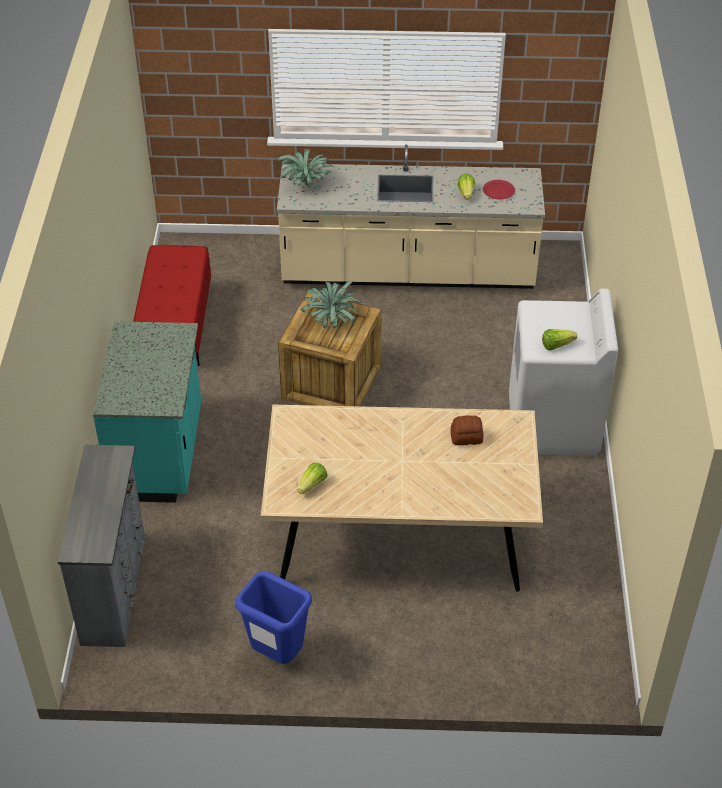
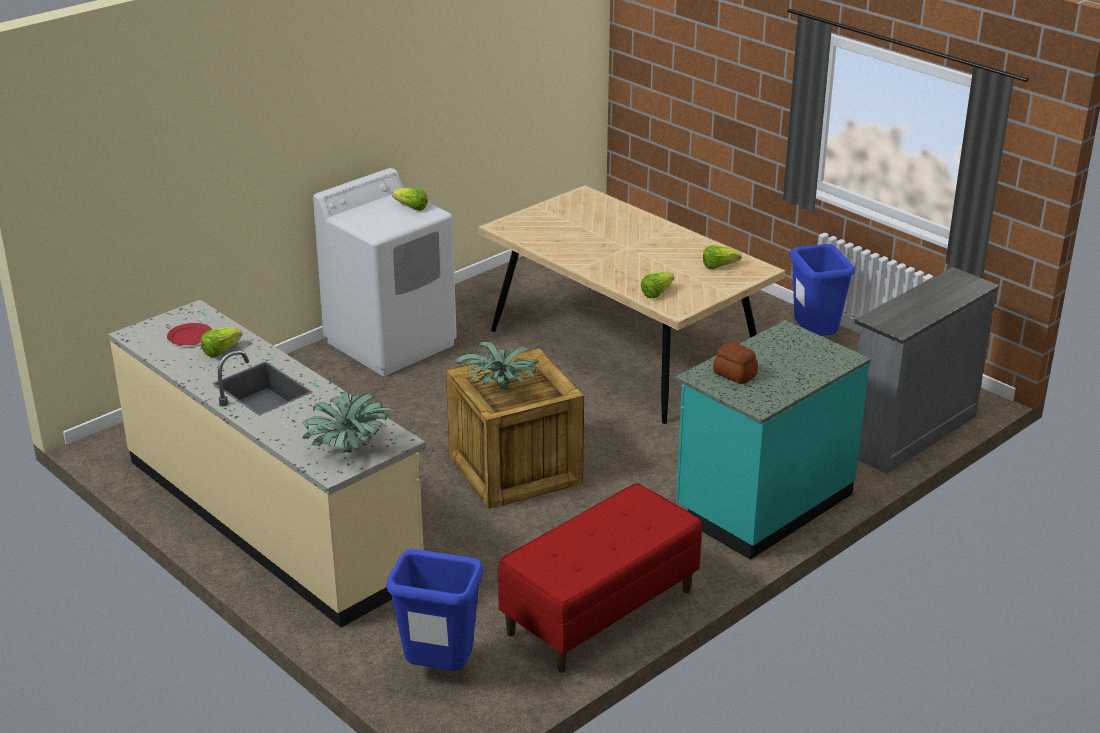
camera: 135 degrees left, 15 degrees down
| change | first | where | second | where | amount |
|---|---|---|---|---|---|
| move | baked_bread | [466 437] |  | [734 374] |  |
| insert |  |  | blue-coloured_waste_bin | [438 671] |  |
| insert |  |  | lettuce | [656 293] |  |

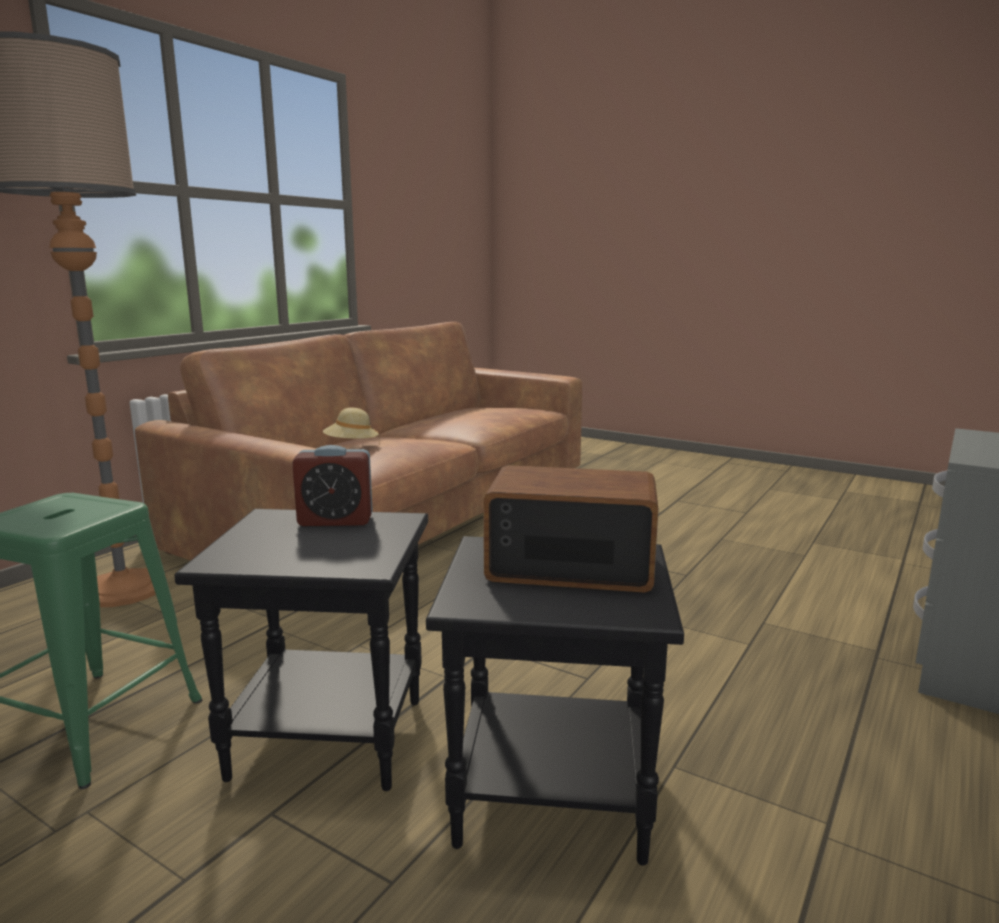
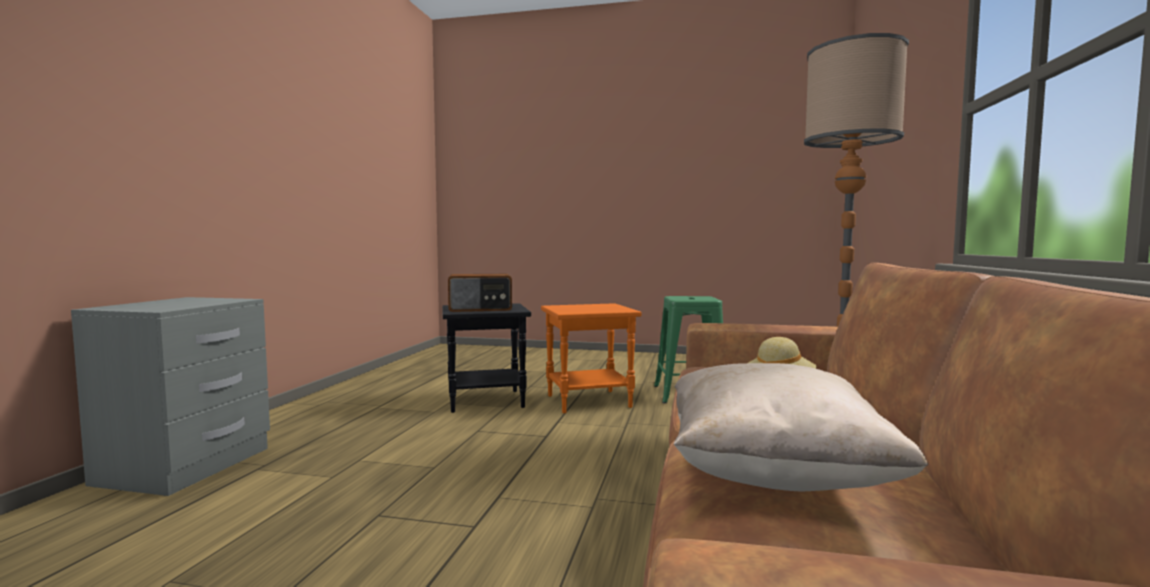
camera: 160 degrees right, 10 degrees down
| change | first | where | second | where | amount |
|---|---|---|---|---|---|
| recolor | black-coloured_side_table | [331 736] | orange-coloured_side_table | [588 402] |  |
| delete | table_clock | [335 520] |  |  |  |
| insert |  |  | beige_cushion | [774 474] |  |

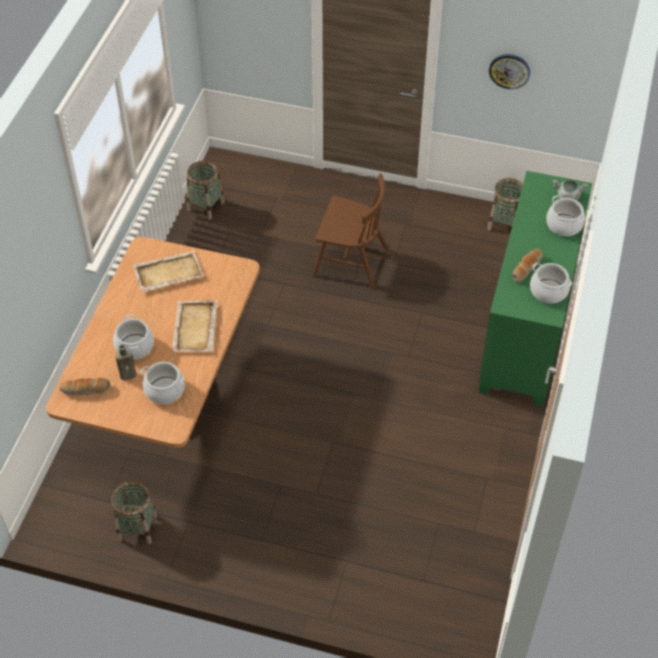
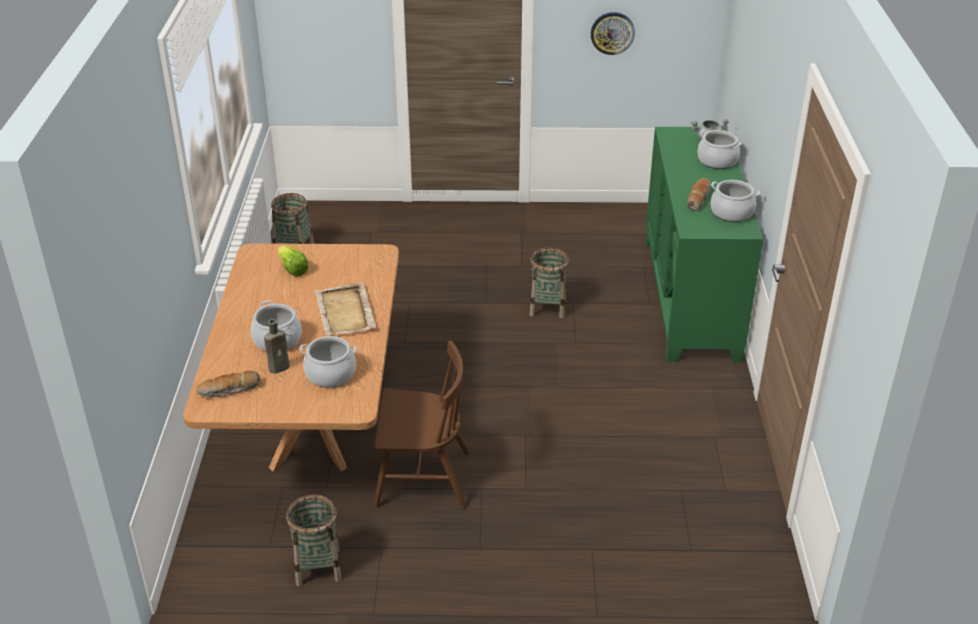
camera: 15 degrees left, 15 degrees down
| change | first | where | second | where | amount |
|---|---|---|---|---|---|
| replace | beige_carrying_tray | [167 273] | lettuce | [292 269] |  |
| move | brownish_chair | [350 262] |  | [422 479] |  |
| move | basket | [504 223] |  | [547 307] |  |

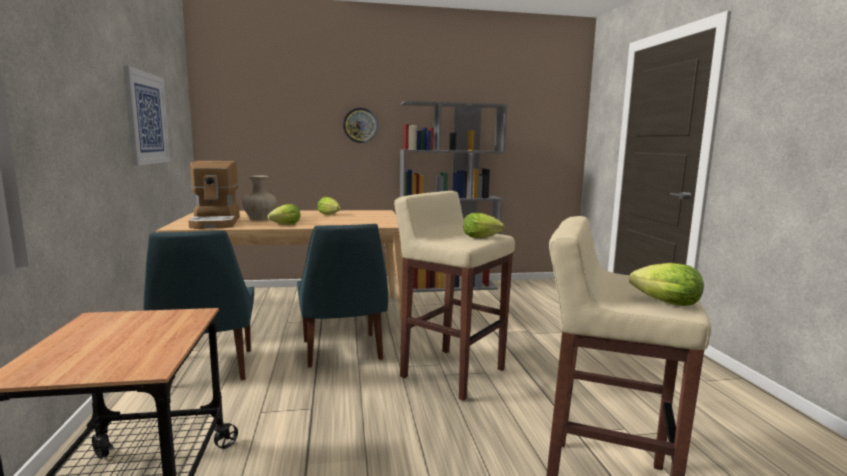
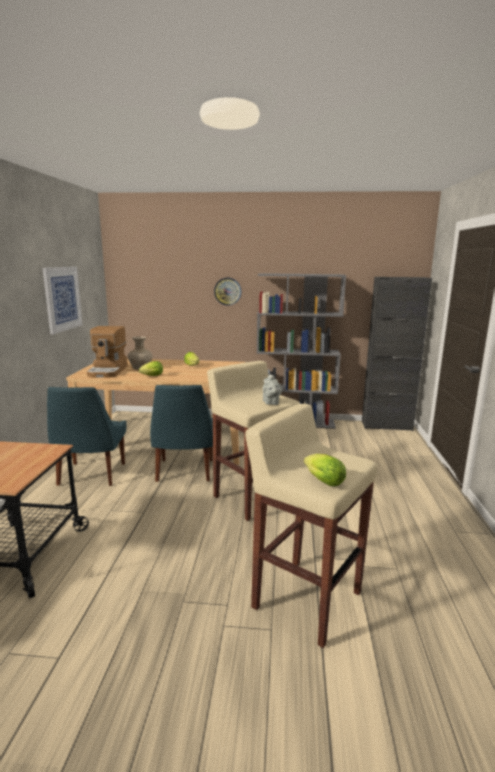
camera: 15 degrees right, 5 degrees up
| change | first | where | second | where | amount |
|---|---|---|---|---|---|
| replace | lettuce | [483 238] | greyish_pot_for_tea | [271 403] |  |
| insert |  |  | black-coloured_cabinet | [386 426] |  |

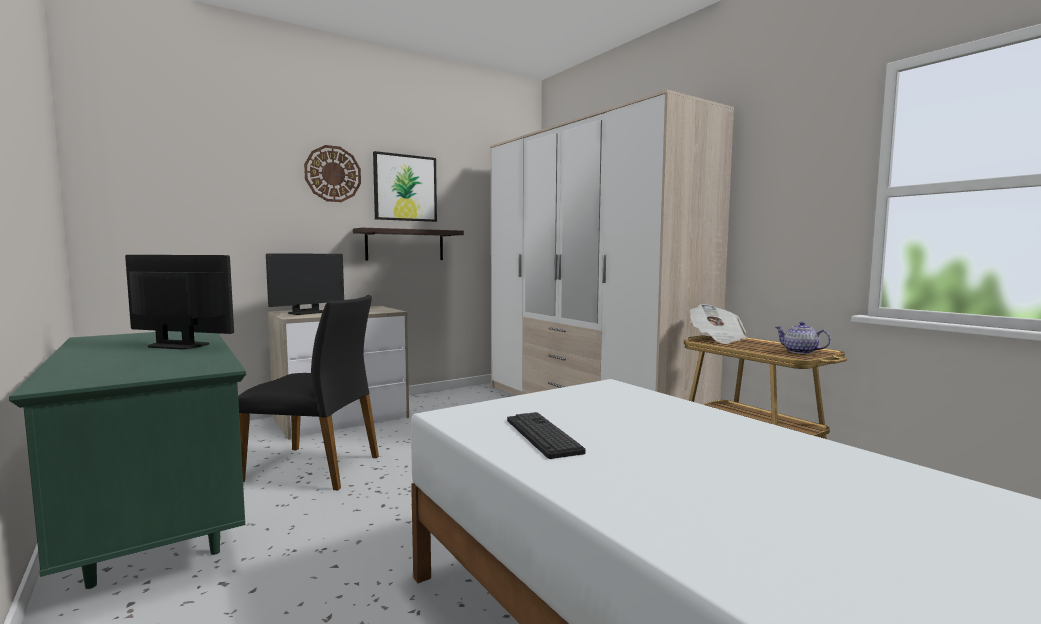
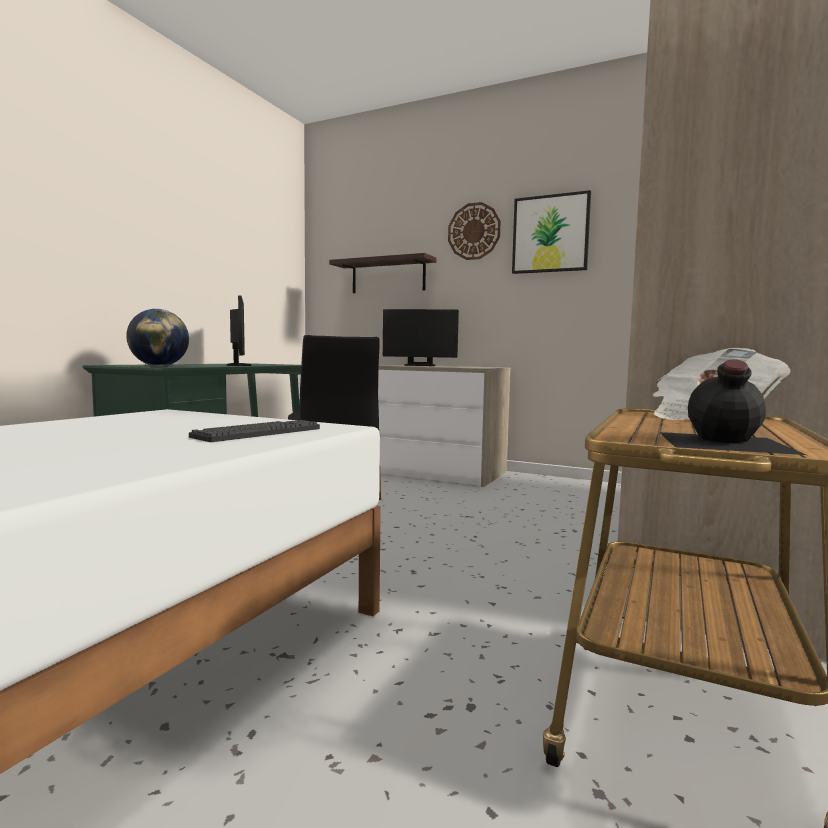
camera: 60 degrees right, 0 degrees up
| change | first | where | second | where | amount |
|---|---|---|---|---|---|
| move | shelf | [405 245] |  | [388 276] |  |
| move | computer_keyboard | [542 435] |  | [258 432] |  |
| replace | pot_for_tea | [800 352] | black-coloured_beverage_bottle | [722 442] |  |
| insert |  |  | globe | [159 366] |  |

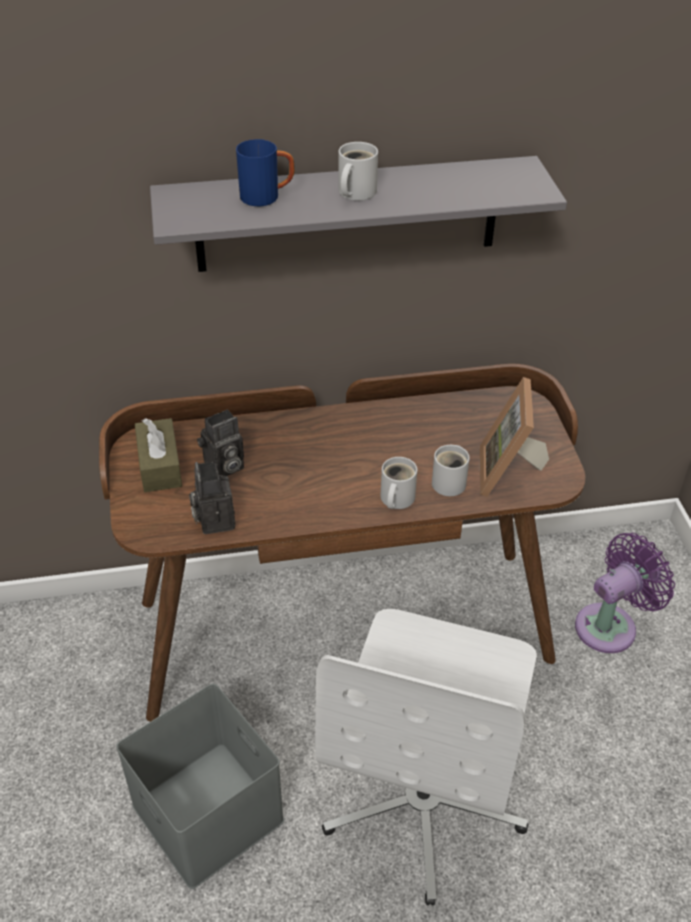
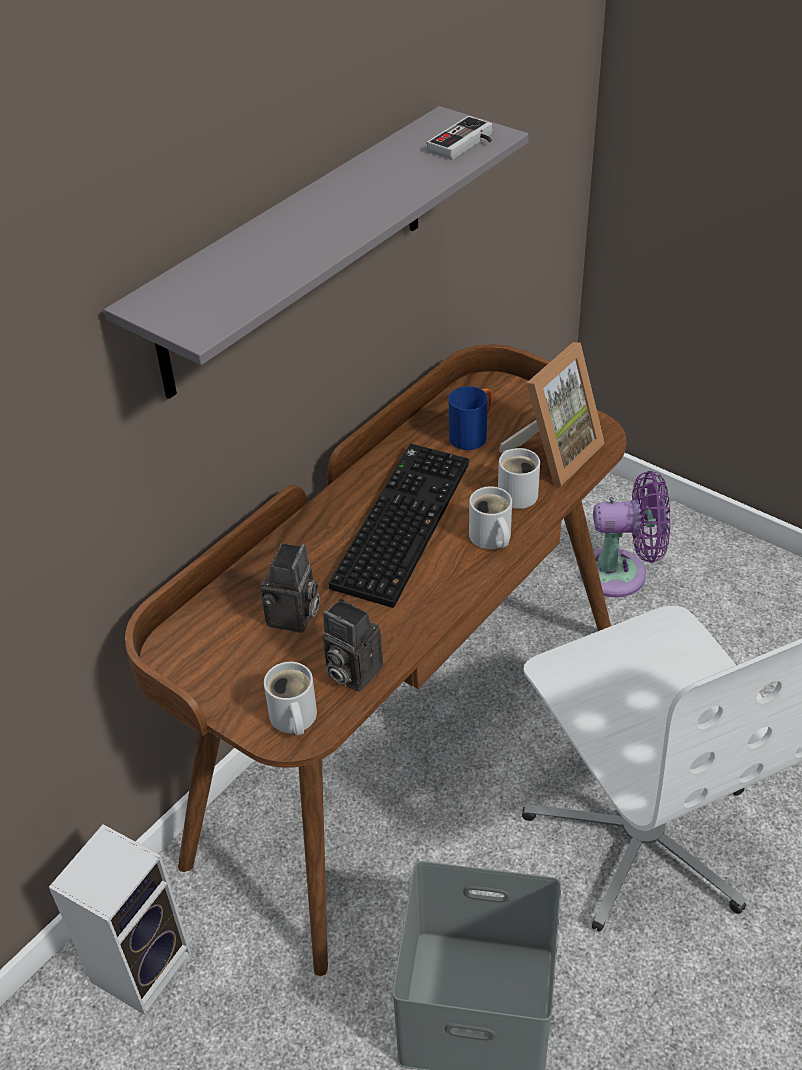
camera: 40 degrees left, 0 degrees up
| change | first | where | second | where | amount |
|---|---|---|---|---|---|
| delete | brownish_tissue_holder | [160 465] |  |  |  |
| move | blue-coloured_tea_mug | [267 197] |  | [472 435] |  |
| move | white_tea_mug | [354 192] |  | [292 719] |  |
| rotate | photo_frame | [509 473] |  | [553 453] | 105 degrees counterclockwise |
| rotate | purple-coloured_fan | [610 625] |  | [621 573] | 75 degrees clockwise |
| insert |  |  | loudspeaker | [142 963] |  |
| insert |  |  | computer_keyboard | [399 522] |  |
| insert |  |  | gamepad | [466 144] |  |

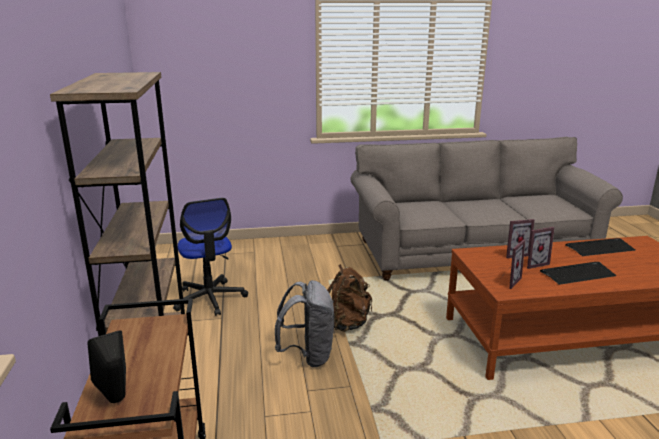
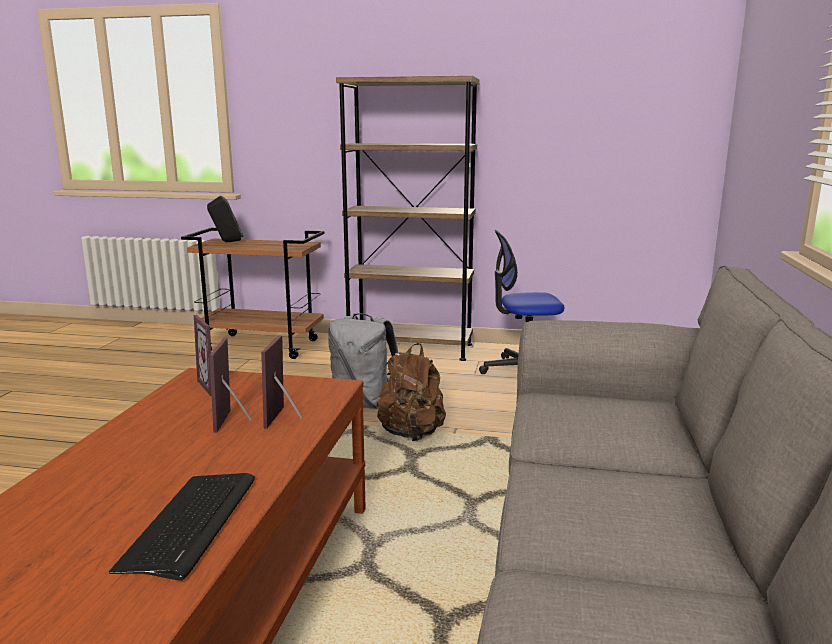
camera: 110 degrees right, 5 degrees down
| change | first | where | second | where | amount |
|---|---|---|---|---|---|
| delete | computer_keyboard | [577 274] |  |  |  |

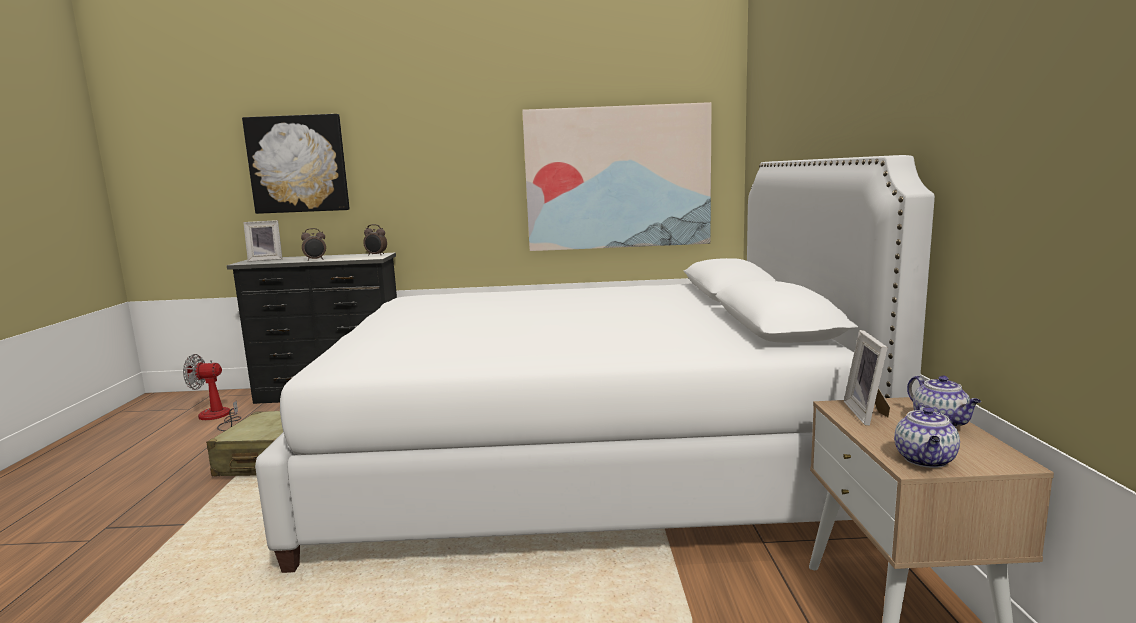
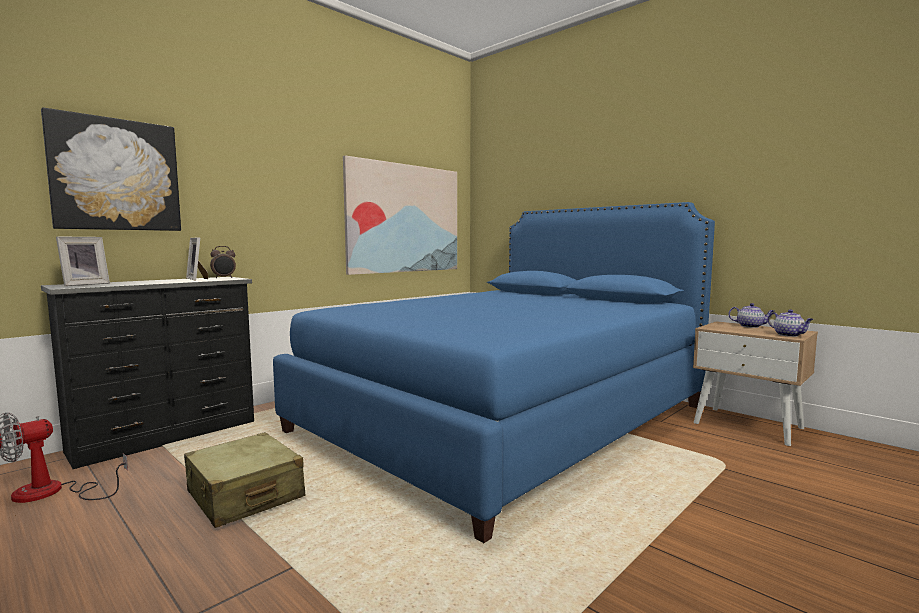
camera: 45 degrees left, 5 degrees down
| change | first | where | second | where | amount |
|---|---|---|---|---|---|
| recolor | white_bed | [582 463] | blue-coloured_bed | [505 418] |  |
| delete | table_clock | [315 260] |  |  |  |
| move | photo_frame | [868 413] |  | [198 279] |  |

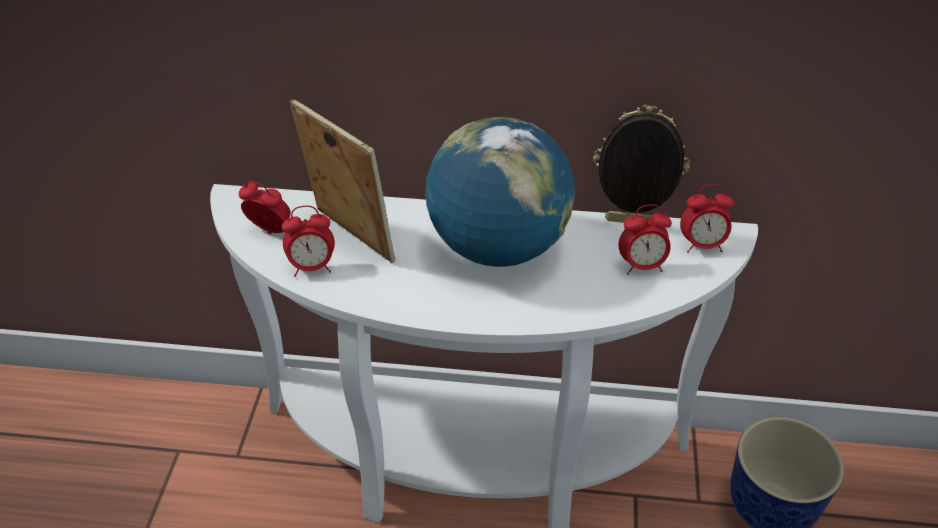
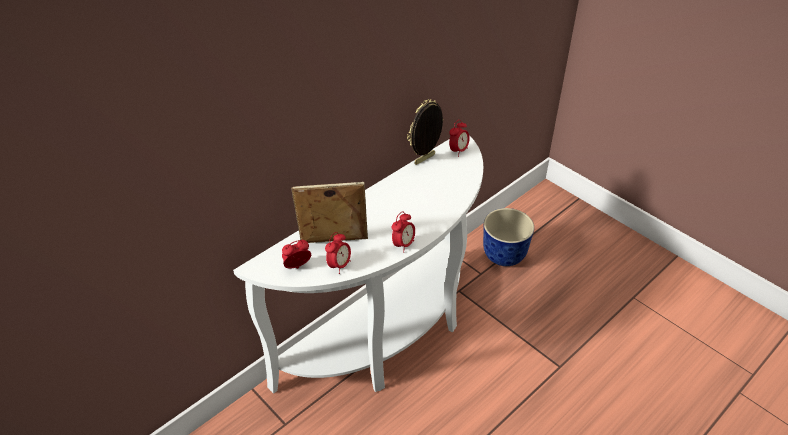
camera: 50 degrees left, 0 degrees up
| change | first | where | second | where | amount |
|---|---|---|---|---|---|
| delete | globe | [498 248] |  |  |  |
| move | table_clock | [641 266] |  | [403 244] |  |

